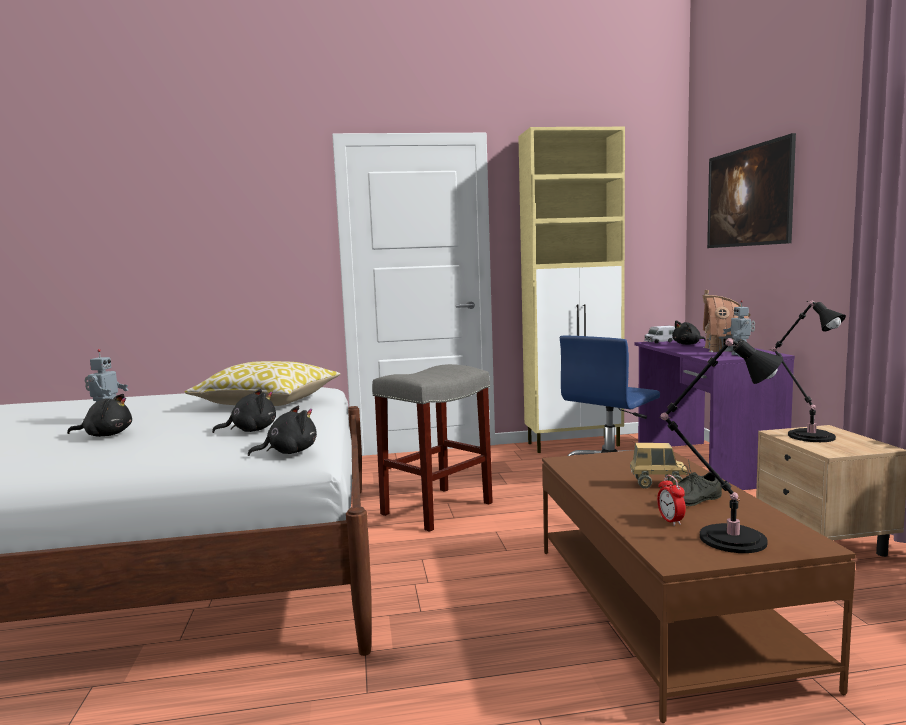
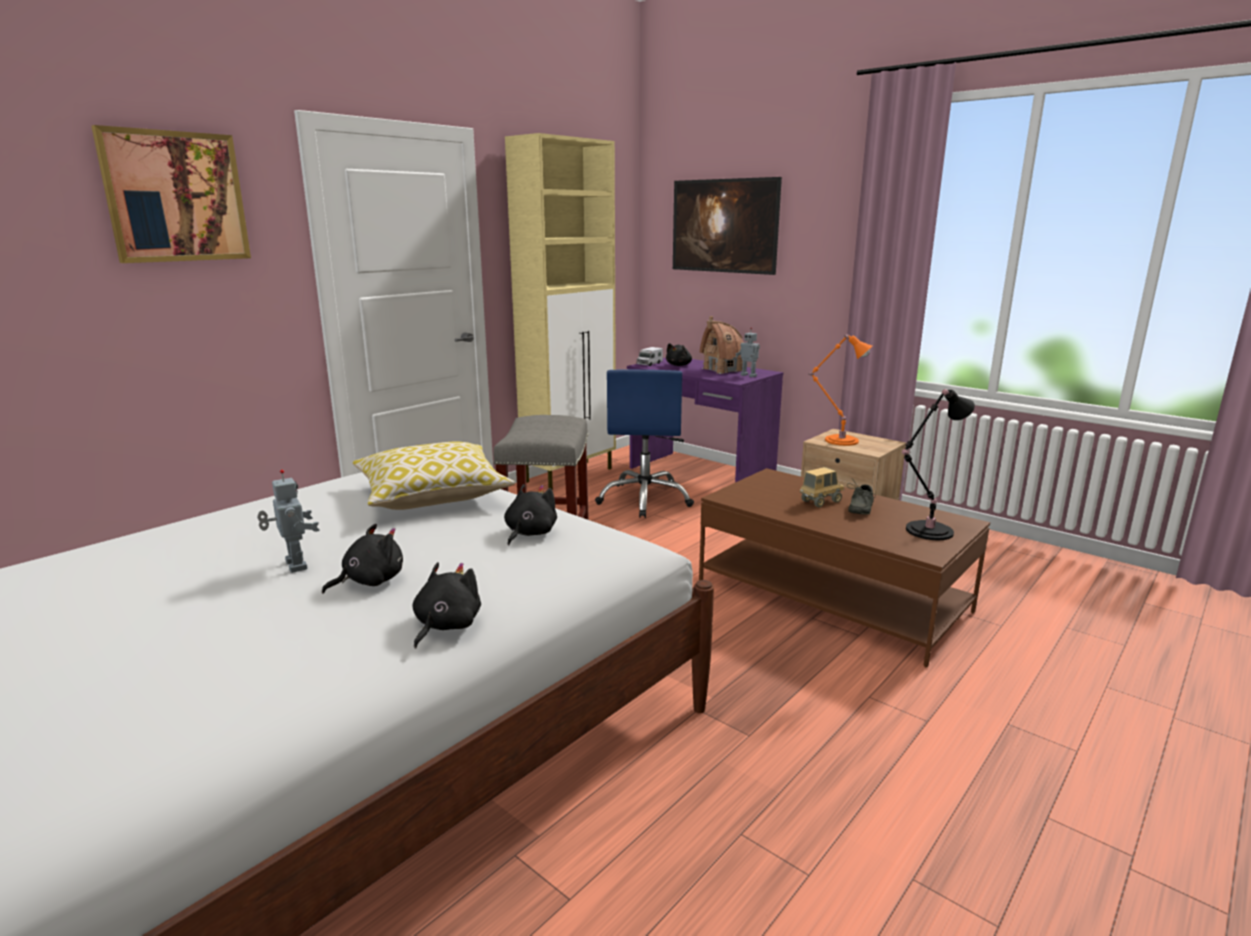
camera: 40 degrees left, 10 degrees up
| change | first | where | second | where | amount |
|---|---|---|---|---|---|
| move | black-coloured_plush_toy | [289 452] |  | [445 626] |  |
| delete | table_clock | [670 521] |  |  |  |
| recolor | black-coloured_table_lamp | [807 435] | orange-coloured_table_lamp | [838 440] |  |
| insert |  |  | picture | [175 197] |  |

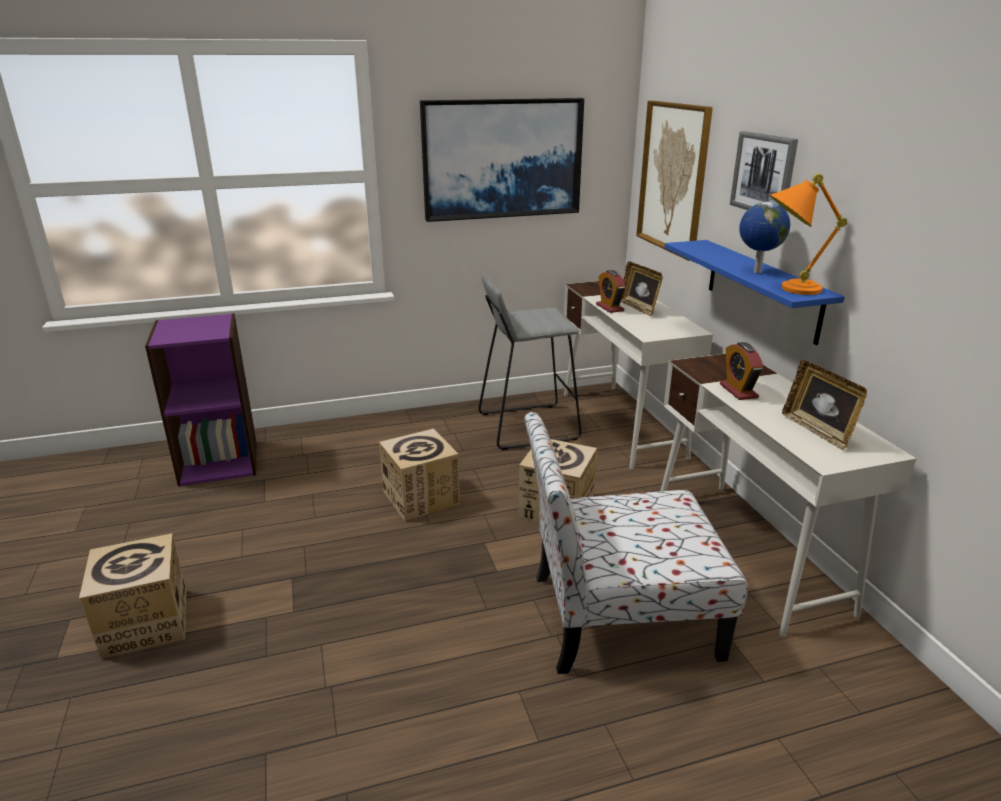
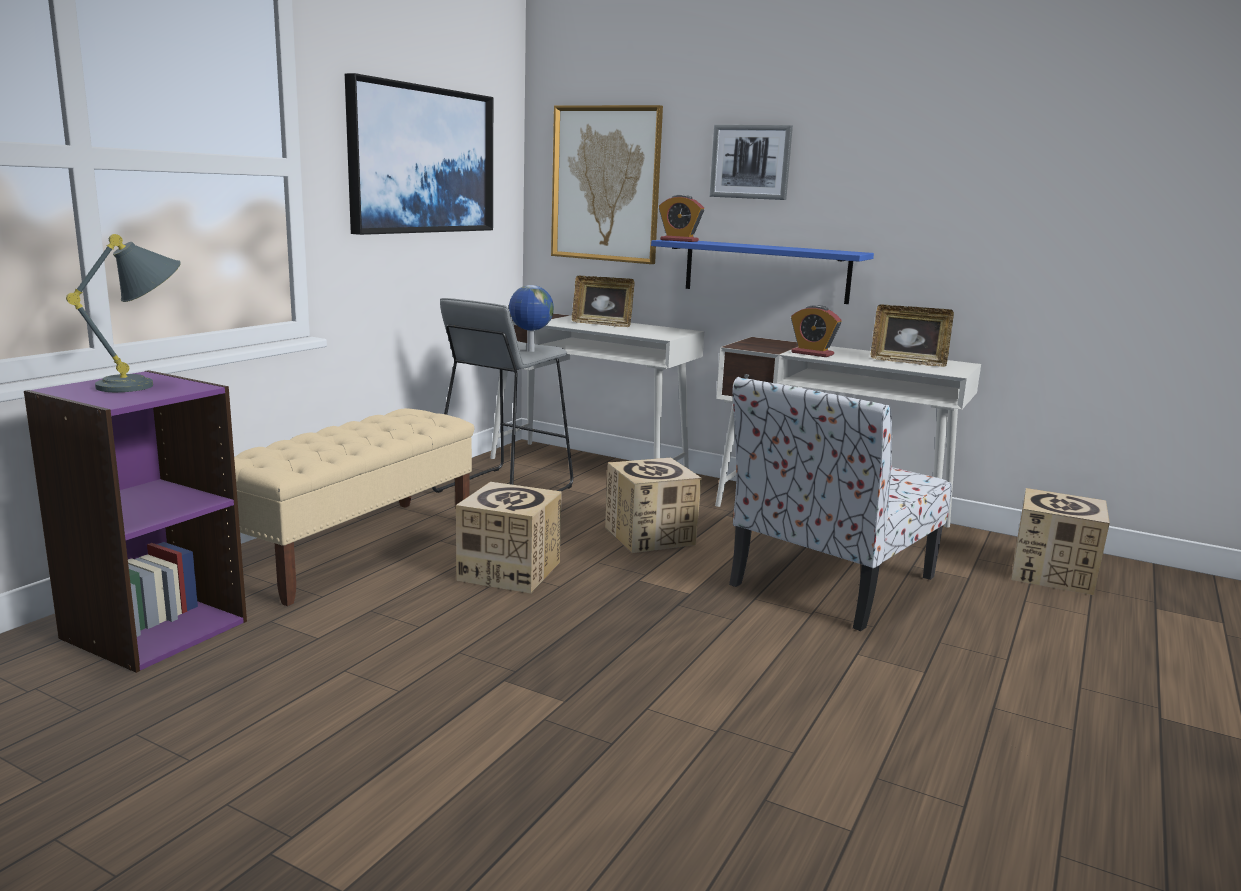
camera: 45 degrees left, 10 degrees down
| change | first | where | second | where | amount |
|---|---|---|---|---|---|
| move | packing_box | [145 623] |  | [1052 574] |  |
| move | table_clock | [609 307] |  | [679 240] |  |
| move | globe | [756 272] |  | [530 351] |  |
| delete | orange-coloured_table_lamp | [786 289] |  |  |  |
| insert |  |  | greyish_table_lamp | [146 385] |  |
| insert |  |  | beige_long_seat | [354 548] |  |

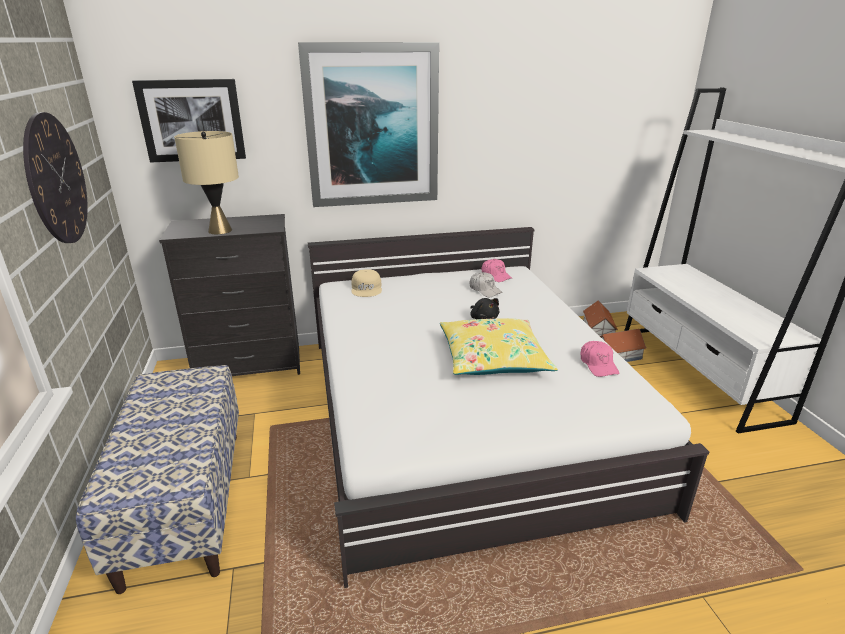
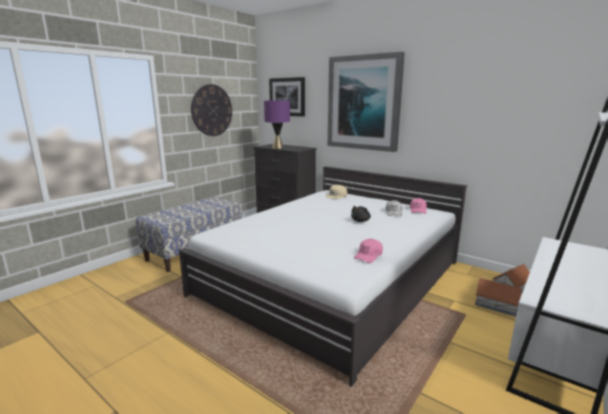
camera: 50 degrees right, 10 degrees down
| change | first | where | second | where | amount |
|---|---|---|---|---|---|
| recolor | beige_table_lamp | [220 230] | purple-coloured_table_lamp | [277 147] |  |
| delete | yellow-coloured_cushion | [493 358] |  |  |  |

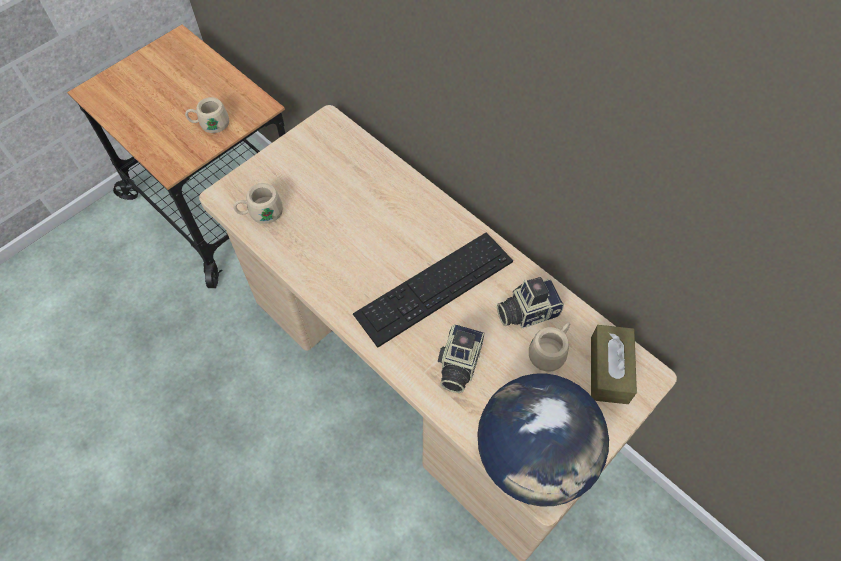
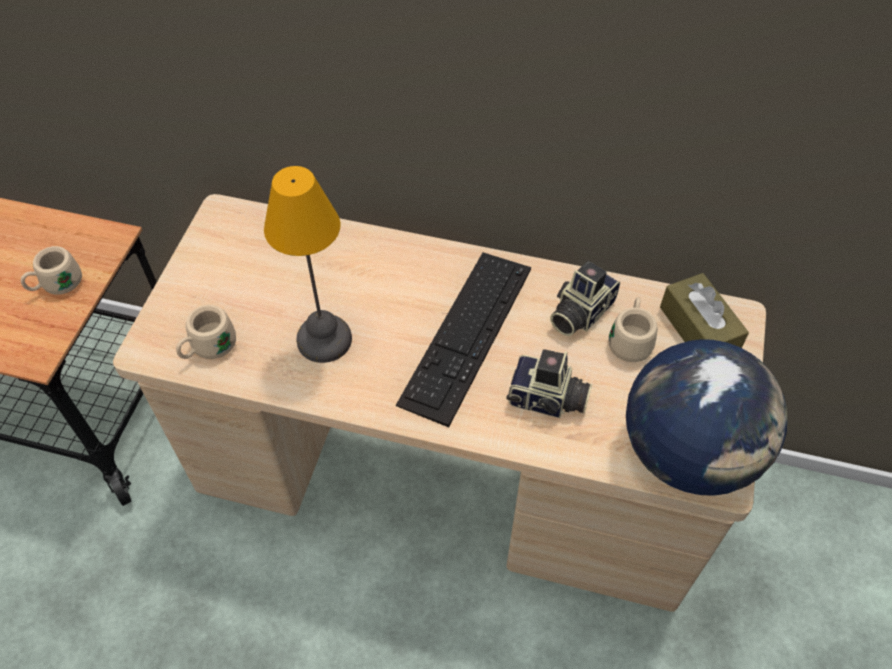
camera: 30 degrees left, 5 degrees down
| change | first | where | second | where | amount |
|---|---|---|---|---|---|
| rotate | still_camera | [458 364] |  | [547 400] | 60 degrees counterclockwise |
| insert |  |  | table_lamp | [326 339] |  |

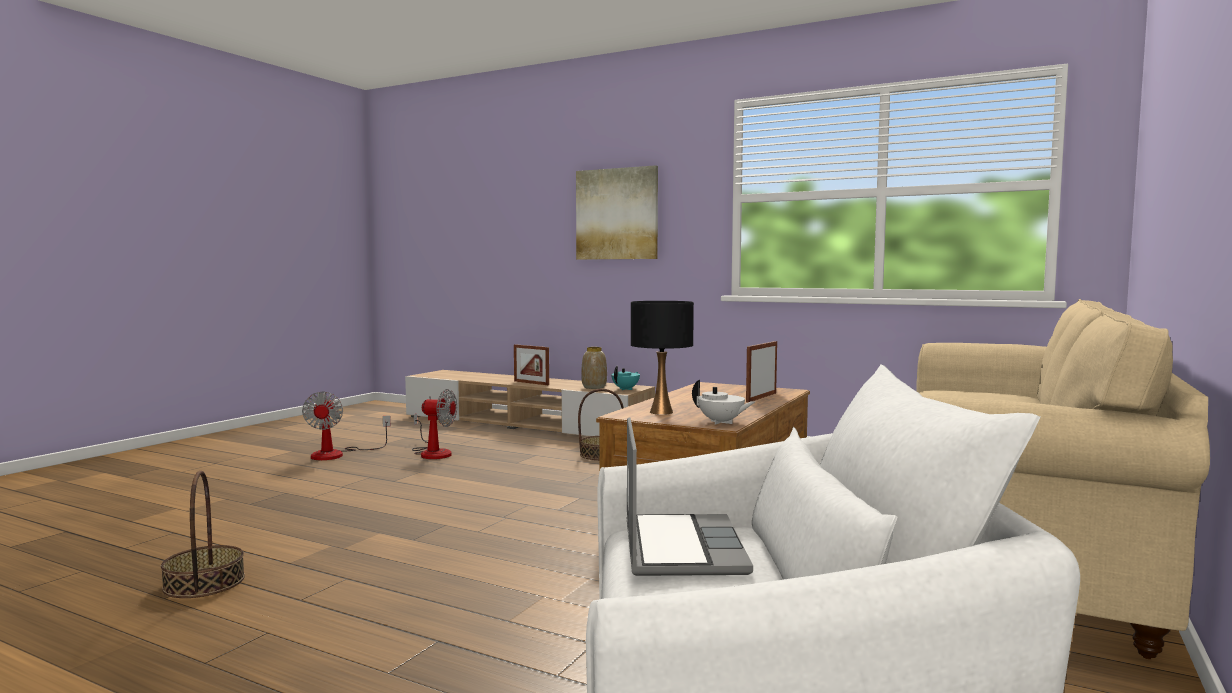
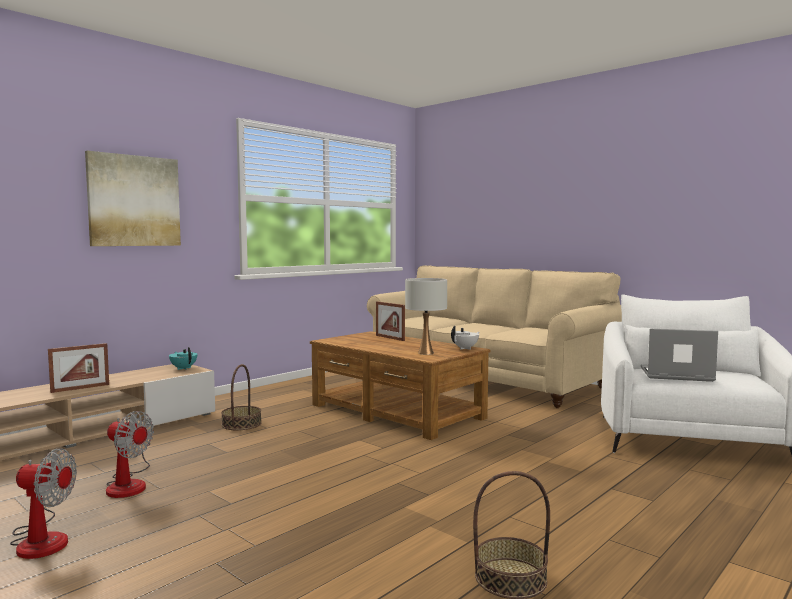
camera: 75 degrees left, 0 degrees up
| change | first | where | second | where | amount |
|---|---|---|---|---|---|
| rotate | fan | [433 453] |  | [129 484] | 90 degrees clockwise |
| delete | vase | [593 387] |  |  |  |
| recolor | black-coloured_table_lamp | [661 412] | white_table_lamp | [426 353] |  |

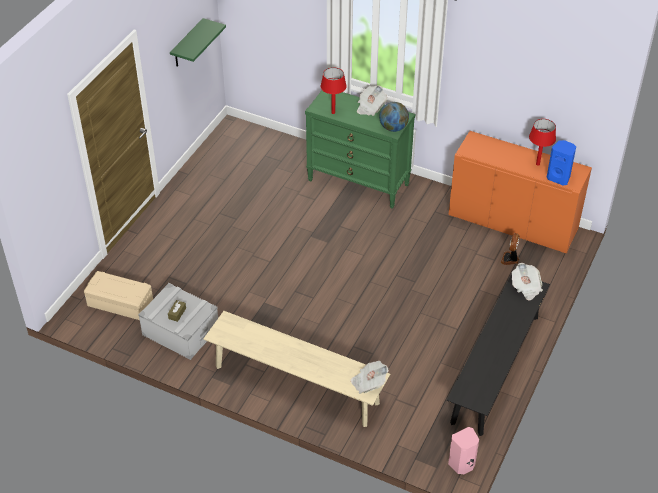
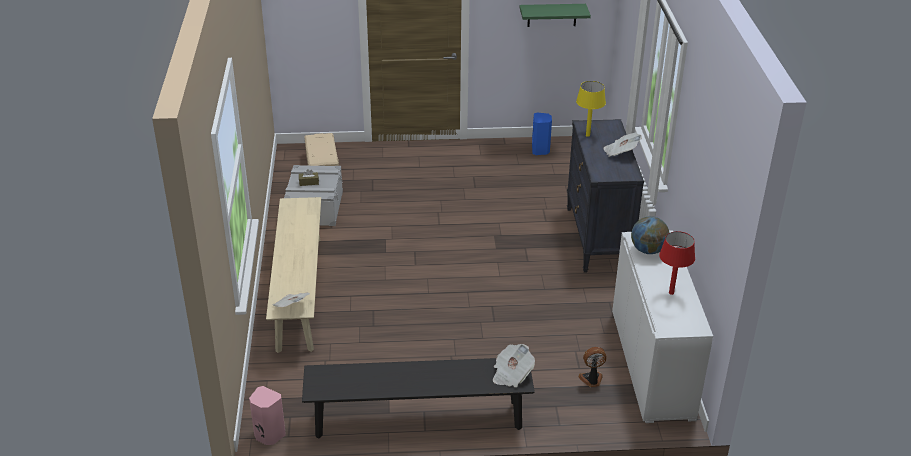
camera: 60 degrees right, 10 degrees down
| change | first | where | second | where | amount |
|---|---|---|---|---|---|
| recolor | green-coloured_chest_of_drawers | [358 182] | black-coloured_chest_of_drawers | [597 239] |  |
| recolor | red_table_lamp | [333 112] | yellow-coloured_table_lamp | [587 135] |  |
| move | globe | [393 128] |  | [648 250] |  |
| recolor | orange-coloured_cabinet | [513 222] | white_cabinet | [651 364] |  |
| move | blue-coloured_loudspeaker | [559 178] |  | [540 150] |  |

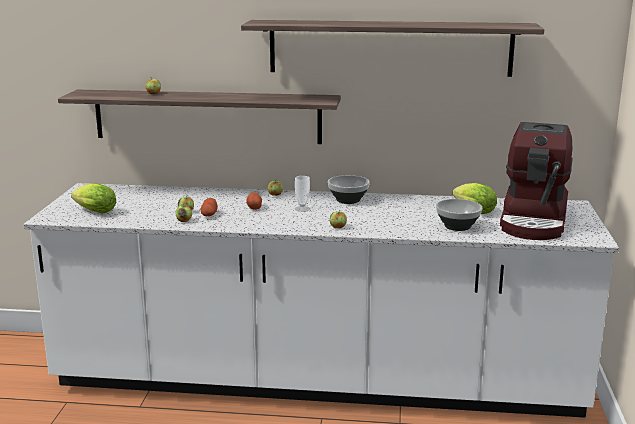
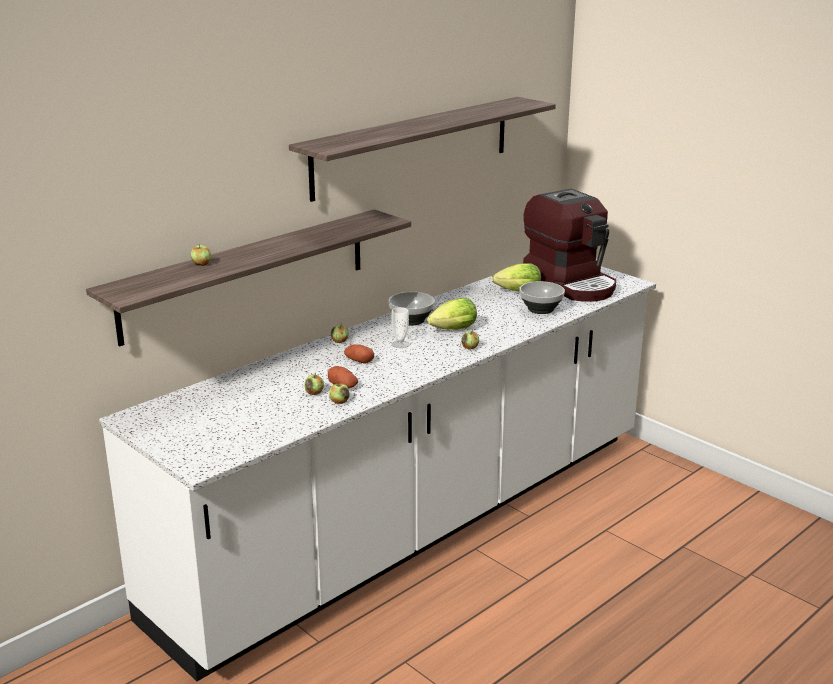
camera: 50 degrees left, 5 degrees up
| change | first | where | second | where | amount |
|---|---|---|---|---|---|
| move | lettuce | [93 211] |  | [451 330] |  |

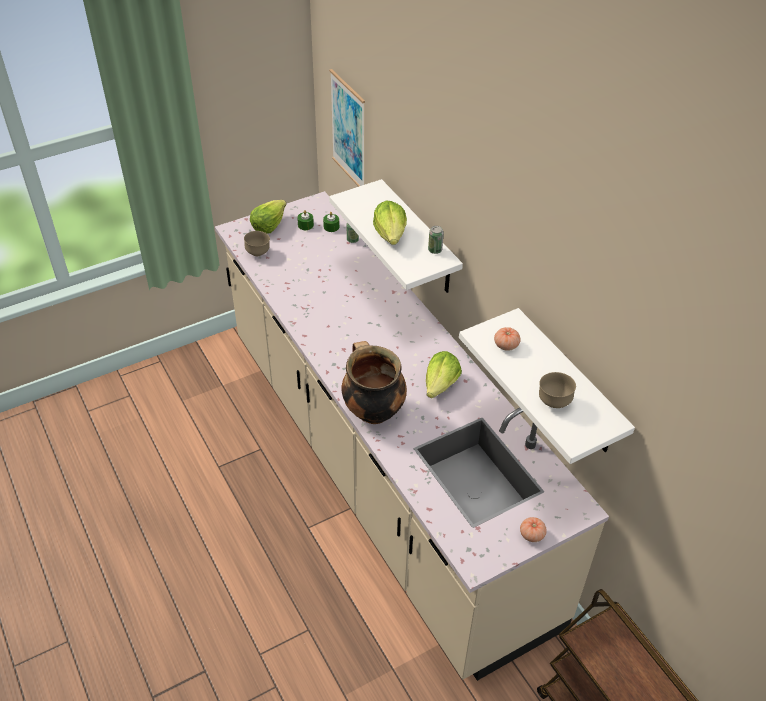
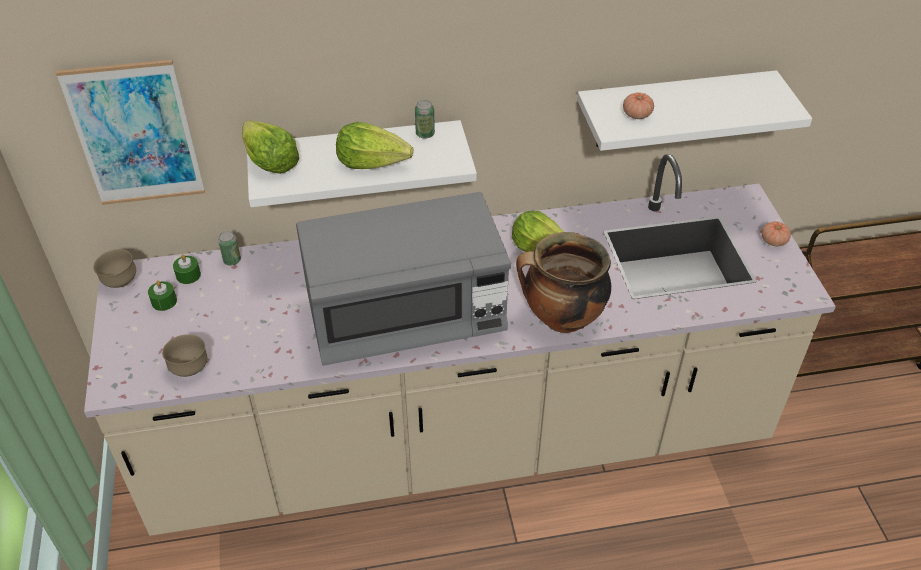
camera: 70 degrees left, 0 degrees up
| change | first | where | second | where | amount |
|---|---|---|---|---|---|
| move | lettuce | [268 225] |  | [270 162] |  |
| move | brownish_bowl | [553 402] |  | [120 282] |  |
| insert |  |  | greyish_microwave_oven | [406 317] |  |

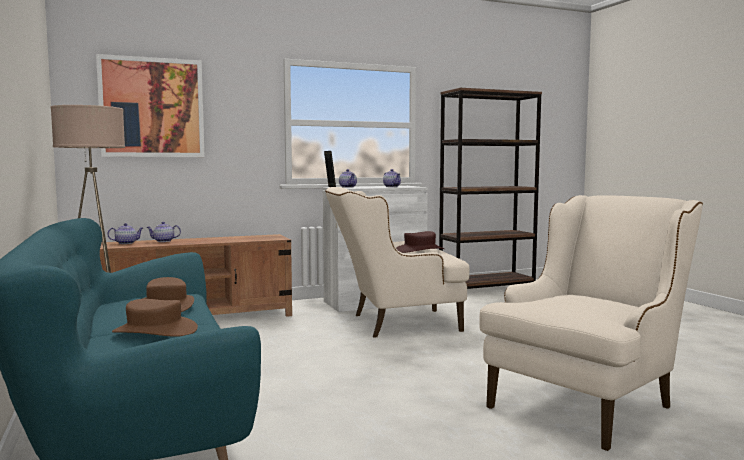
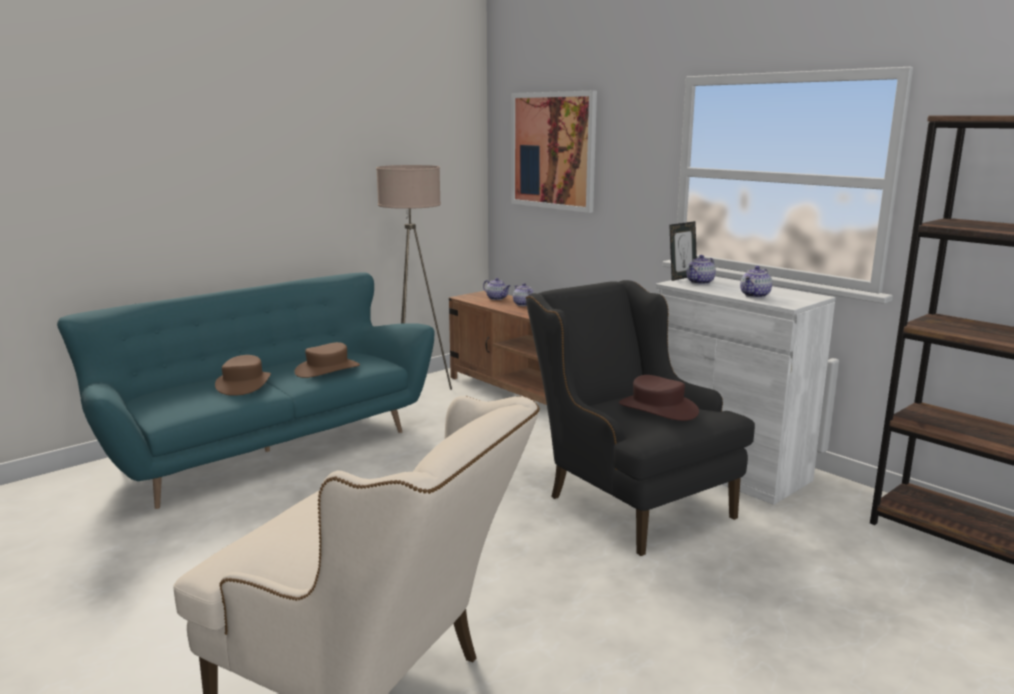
camera: 70 degrees right, 10 degrees up
| change | first | where | second | where | amount |
|---|---|---|---|---|---|
| recolor | beige_armchair | [394 323] | black-coloured_armchair | [628 499] |  |

